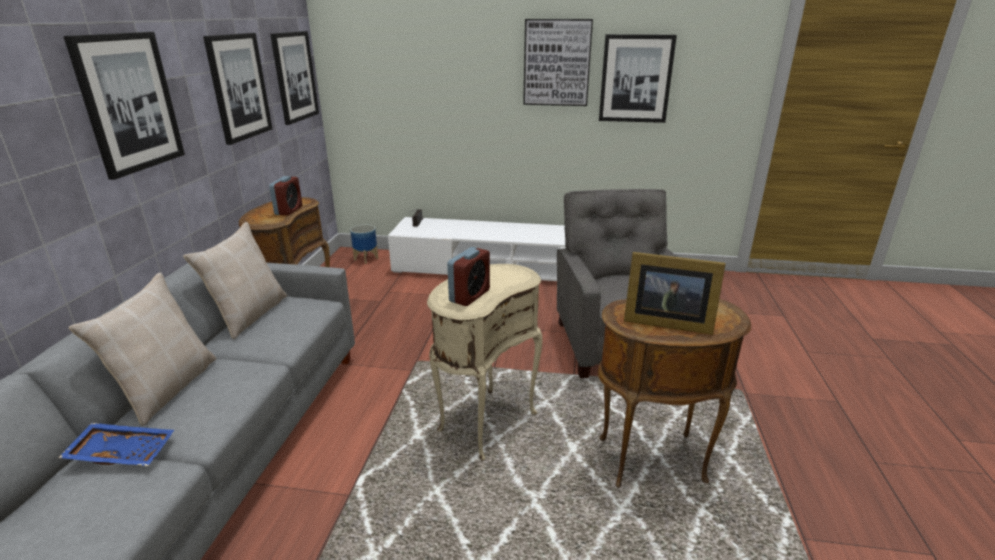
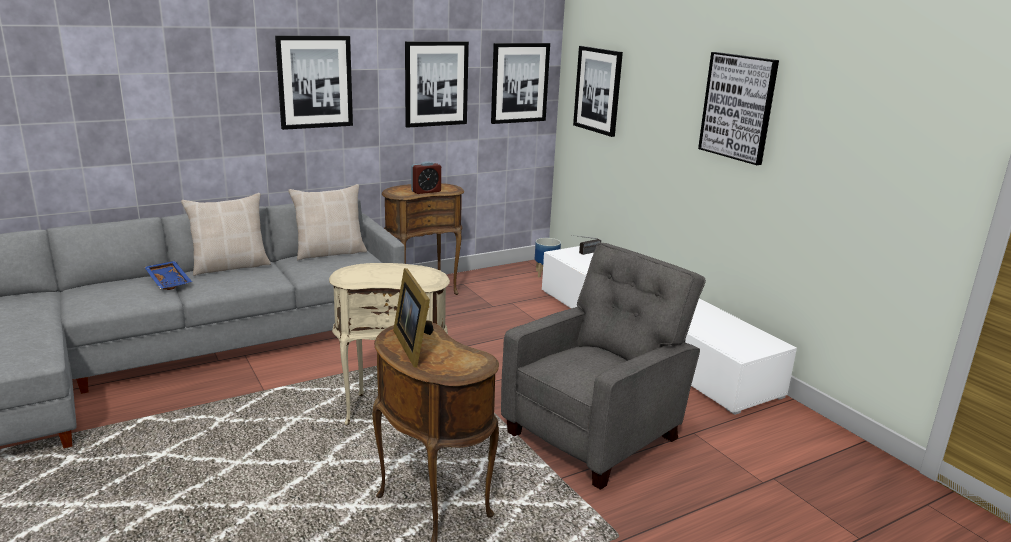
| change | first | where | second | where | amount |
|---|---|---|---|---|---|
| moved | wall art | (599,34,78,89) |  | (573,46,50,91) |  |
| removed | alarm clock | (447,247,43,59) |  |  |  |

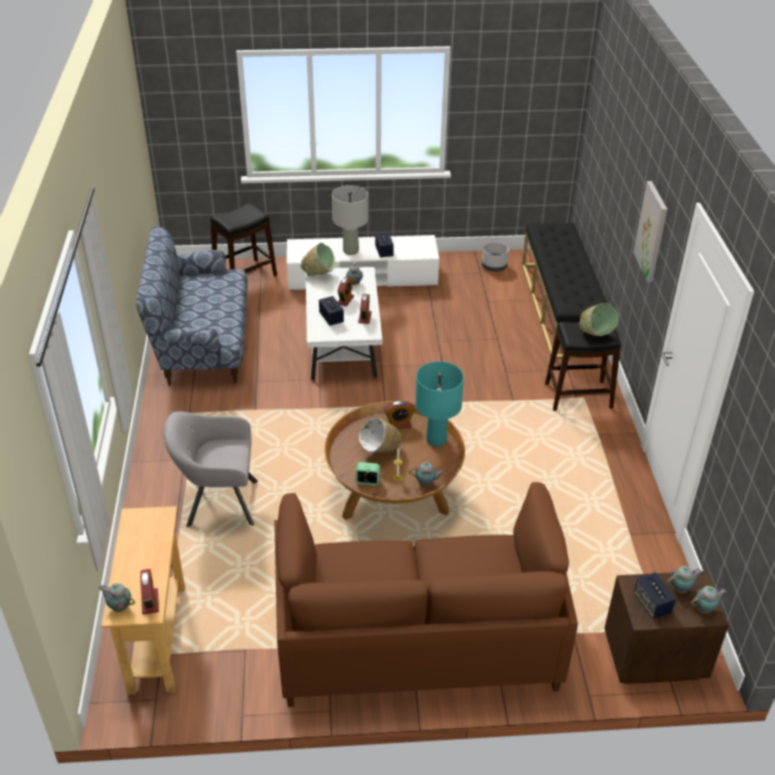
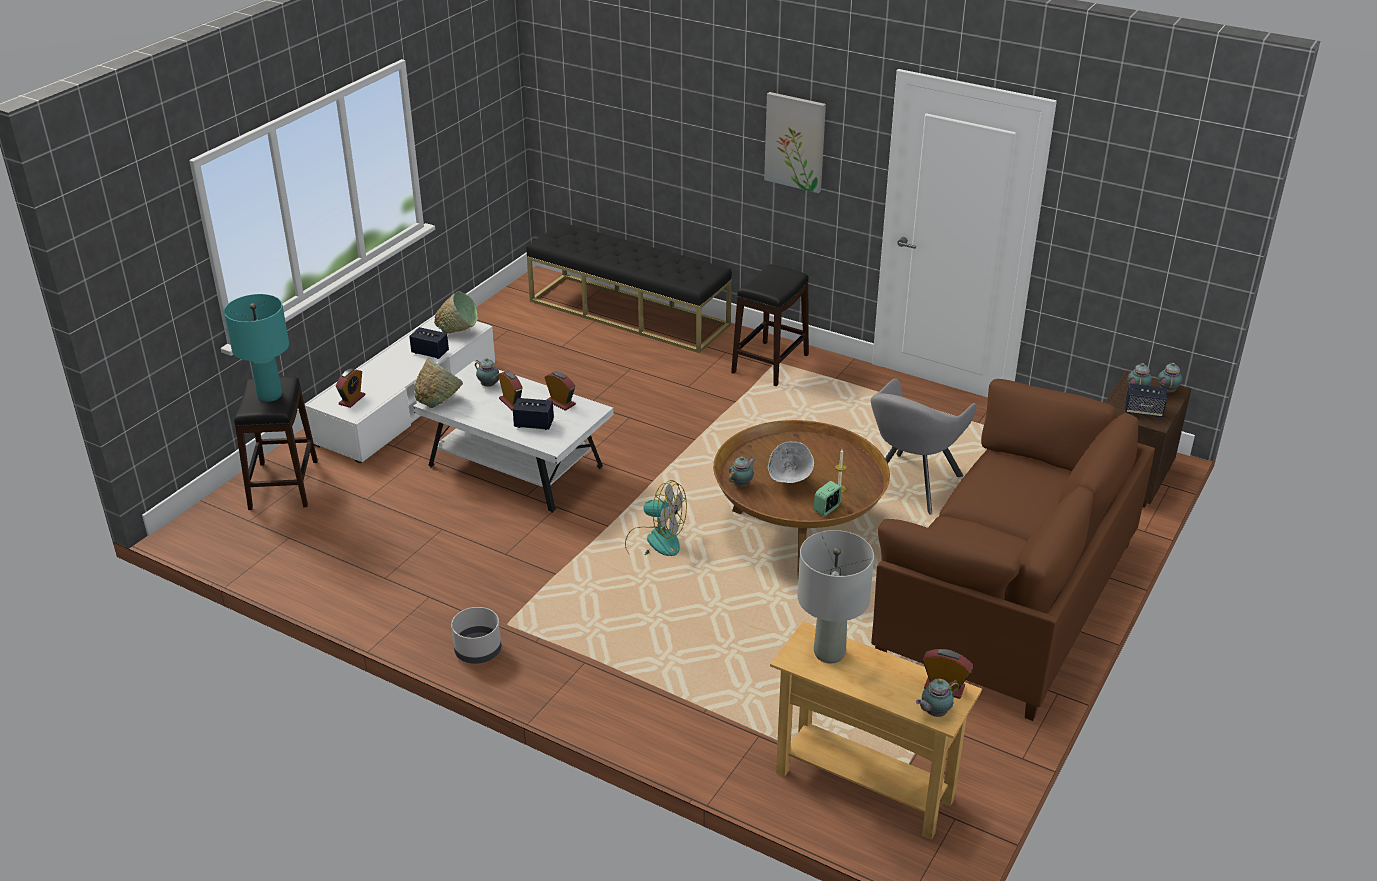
| change | first | where | second | where | amount |
|---|---|---|---|---|---|
| moved | lamp for a table in blue-green | (415,361,49,86) |  | (224,294,65,108) |  |
| moved | alarm clock | (384,401,31,28) |  | (336,368,29,40) |  |
| moved | serving bowl in greenish | (579,303,40,33) |  | (434,291,44,43) |  |
| moved | flower pot in greyish | (482,242,27,30) |  | (451,607,50,57) |  |
| added |  |  | electric fan | (625,480,62,76) |  |
| moved | pot for tea | (409,462,35,24) |  | (729,456,26,31) |  |
| moved | lamp for a table in greyish | (332,185,36,70) |  | (798,530,76,133) |  |
| moved | armchair in greyish | (164,411,94,116) |  | (871,378,106,137) |  |
| removed | couch | (136,227,112,159) |  |  |  |

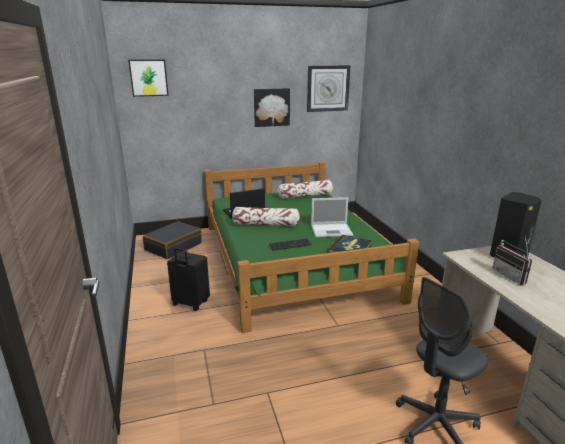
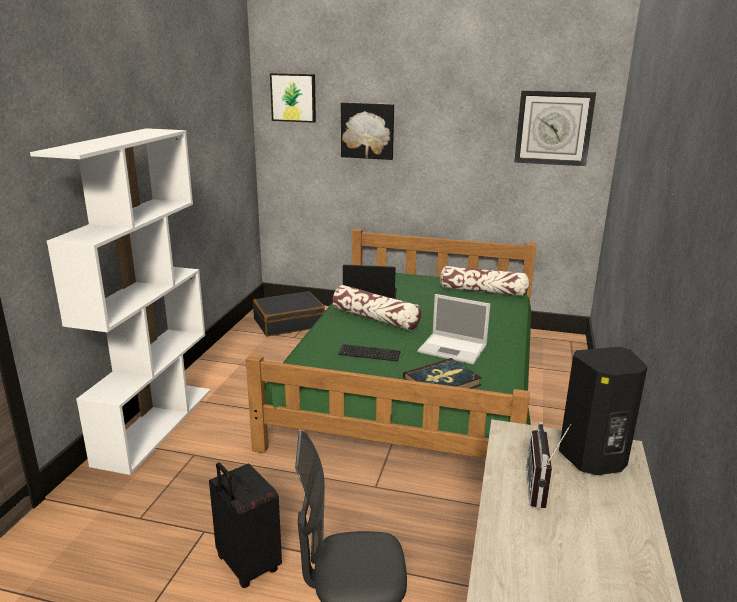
| change | first | where | second | where | amount |
|---|---|---|---|---|---|
| added |  |  | shelving unit in white-coloured | (30,128,181,347) |  |
| moved | suitcase in black | (167,248,43,63) |  | (209,462,73,126) |  |
| moved | wall art | (254,88,36,39) |  | (341,102,53,58) |  |

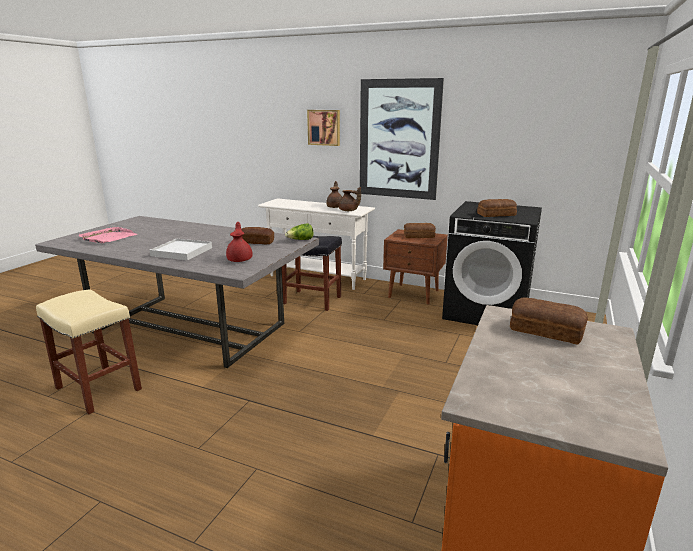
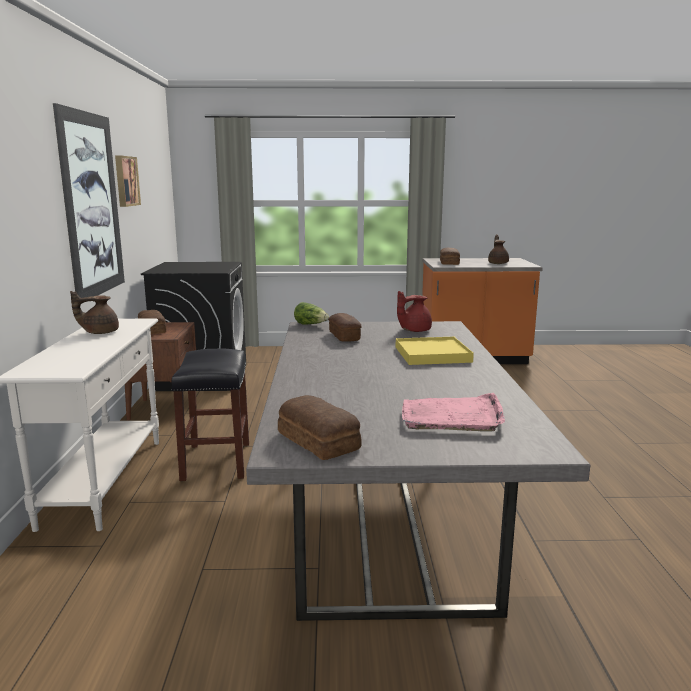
| change | first | where | second | where | amount |
|---|---|---|---|---|---|
| moved | wall art | (307,110,33,36) |  | (115,156,26,51) |  |
| moved | bread | (477,199,40,18) |  | (278,395,84,65) |  |
| recoloured | carrying tray in white-coloured | (150,239,62,21) | carrying tray in yellowish | (396,337,78,28) |  |
| moved | pot for tea in brownish | (339,187,22,24) |  | (488,235,21,29) |  |
| removed | stool seat in sand-coloured | (36,289,106,125) |  |  |  |

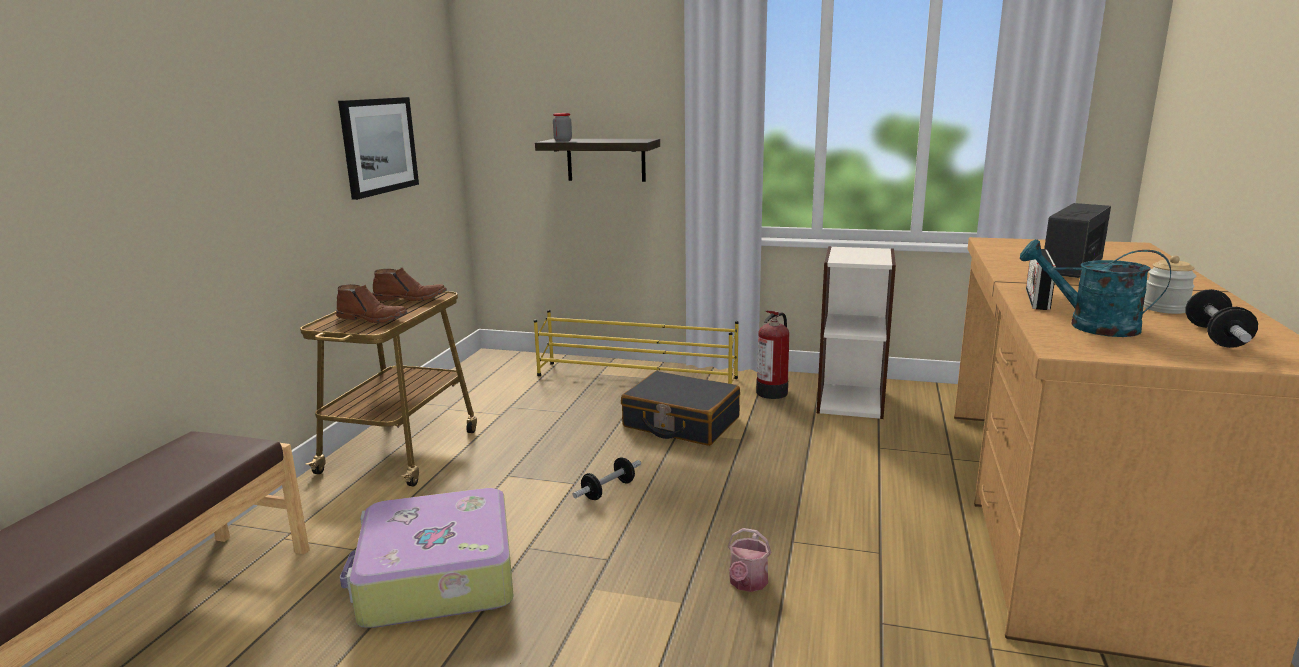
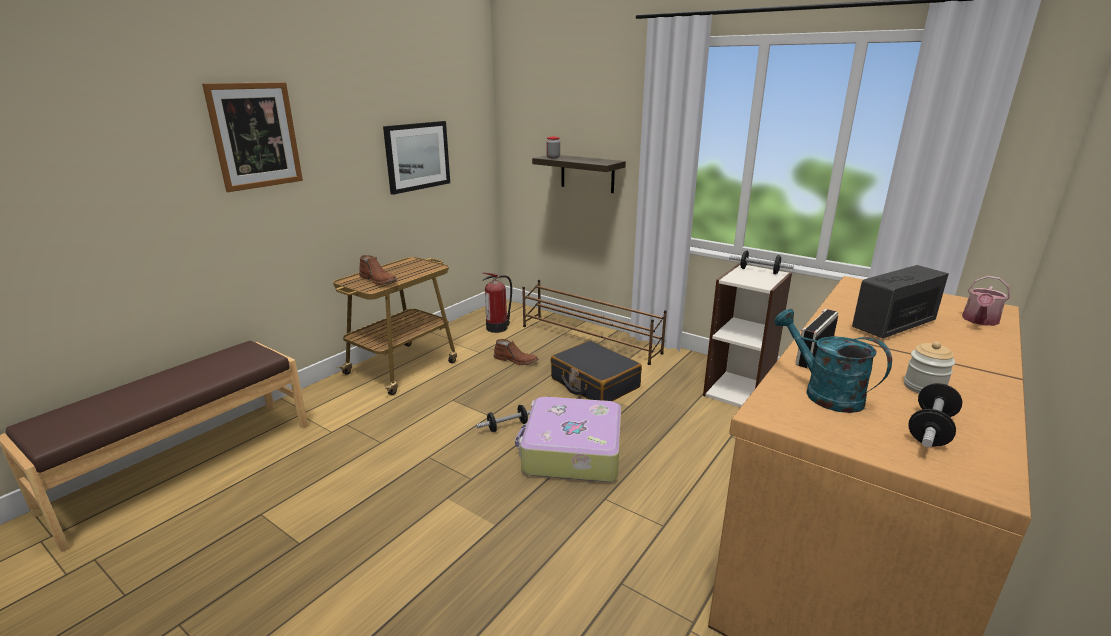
| change | first | where | second | where | amount |
|---|---|---|---|---|---|
| added |  |  | wall art | (202,82,101,110) |  |
| moved | fire extinguisher | (756,311,33,88) |  | (482,273,30,60) |  |
| moved | high-top boot in brownish | (372,267,75,34) |  | (494,339,44,26) |  |
| moved | suitcase | (340,488,174,140) |  | (515,397,106,85) |  |
| recoloured | shoe shelf in yellowish | (534,310,205,74) | shoe shelf in brownish | (522,280,145,85) |  |
| added |  |  | dumbbell | (729,250,65,24) |  |
| moved | watering can | (728,528,43,64) |  | (962,276,48,50) |  |

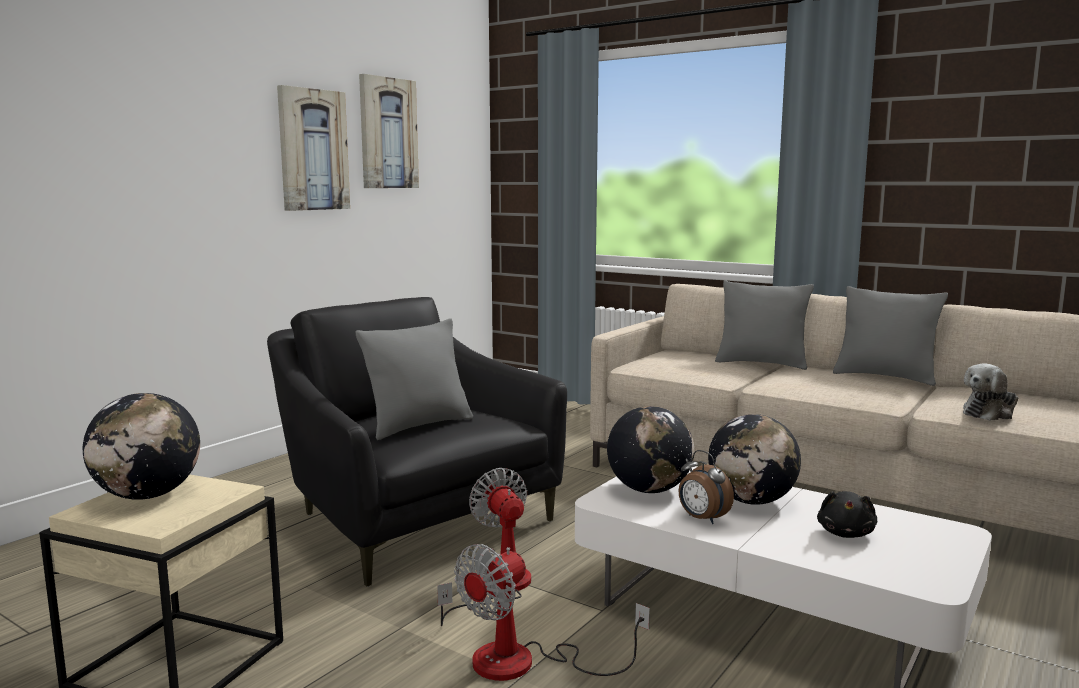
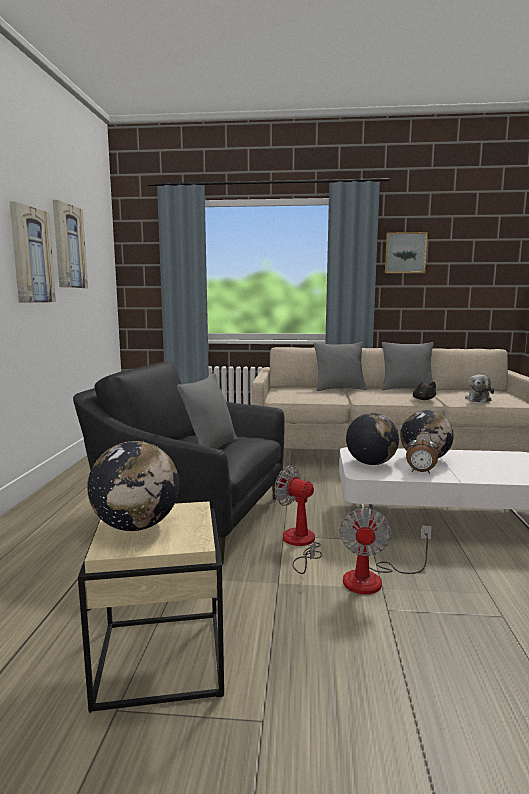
| change | first | where | second | where | amount |
|---|---|---|---|---|---|
| added |  |  | wall art | (385,232,43,41) |  |
| moved | cuddly toy in black | (817,491,60,47) |  | (413,382,23,18) |  |

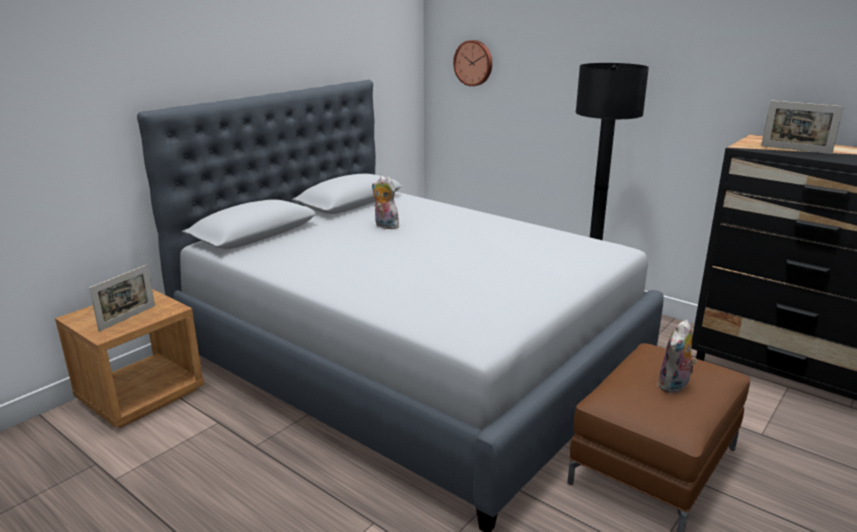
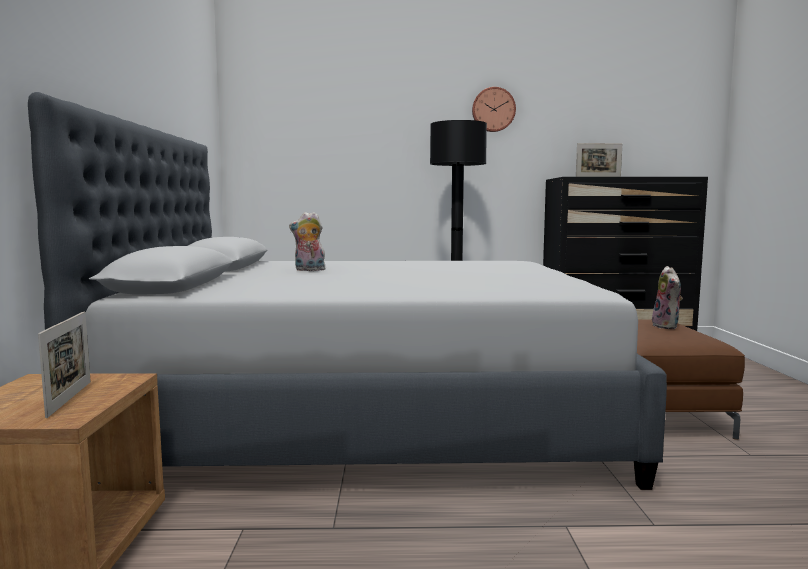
| change | first | where | second | where | amount |
|---|---|---|---|---|---|
| moved | wall clock | (453,40,39,46) |  | (472,87,44,45) |  |

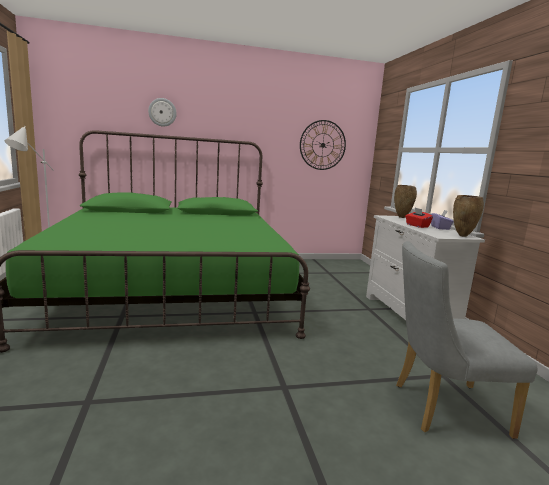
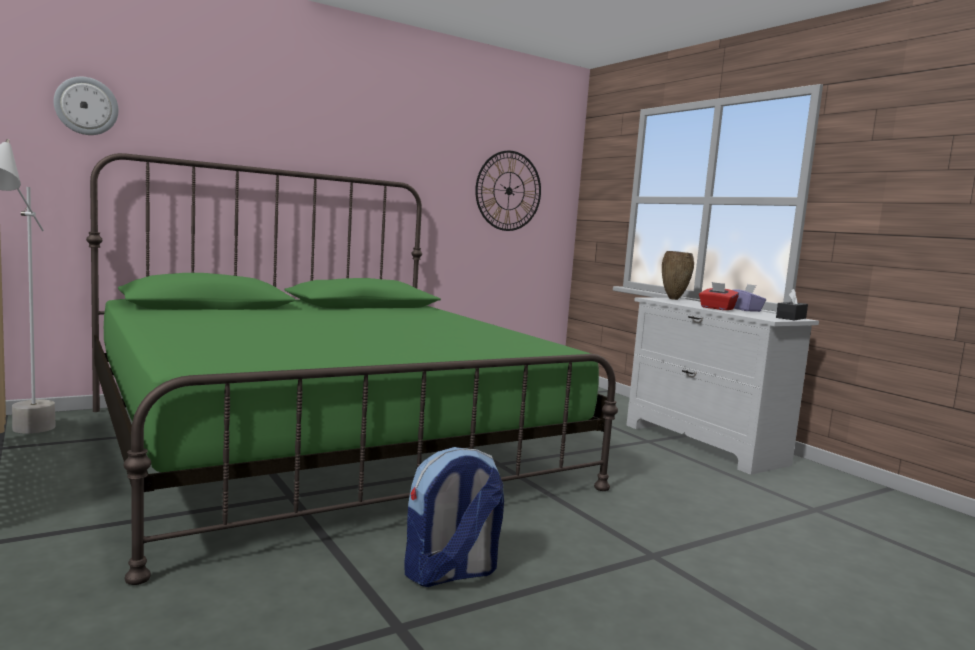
| change | first | where | second | where | amount |
|---|---|---|---|---|---|
| moved | wall clock | (148,98,29,29) |  | (54,77,65,58) |  |
| added |  |  | backpack | (404,447,100,140) |  |
| replaced | decorative vase in brownish | (453,195,31,42) | box of tissues in black | (776,289,32,31) |  |
| removed | chair in greyish | (396,241,142,198) |  |  |  |

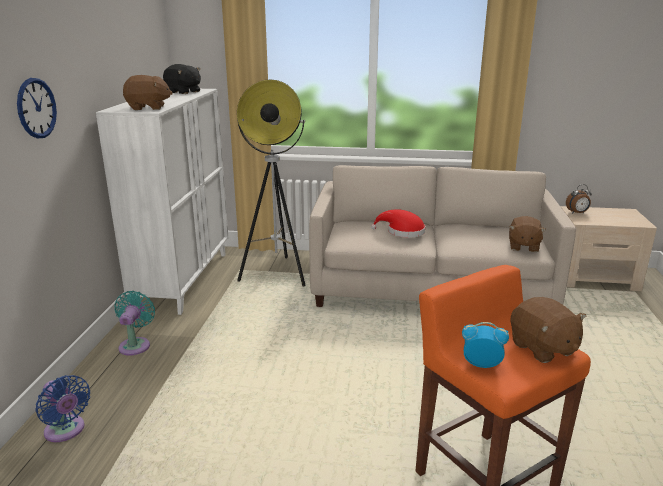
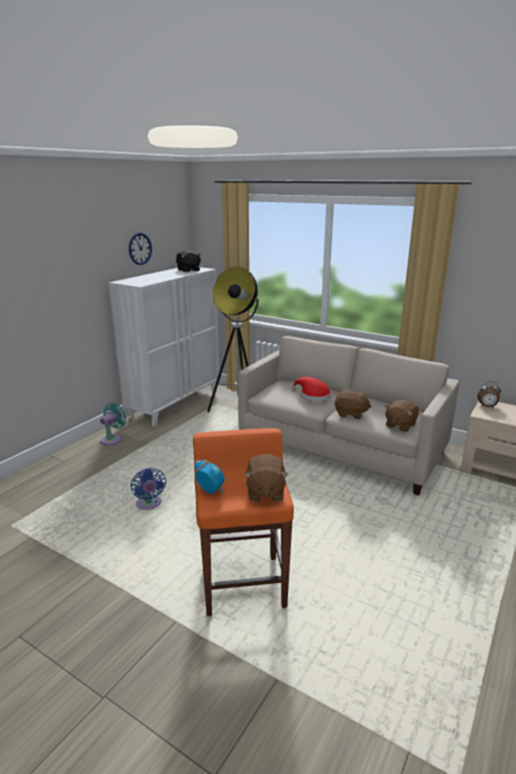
| change | first | where | second | where | amount |
|---|---|---|---|---|---|
| moved | wall clock | (17,78,40,60) |  | (129,233,23,32) |  |
| moved | electric fan in bluish | (35,375,55,67) |  | (131,468,35,42) |  |
| moved | cuddly toy in brownish | (123,75,50,35) |  | (334,390,38,29) |  |

